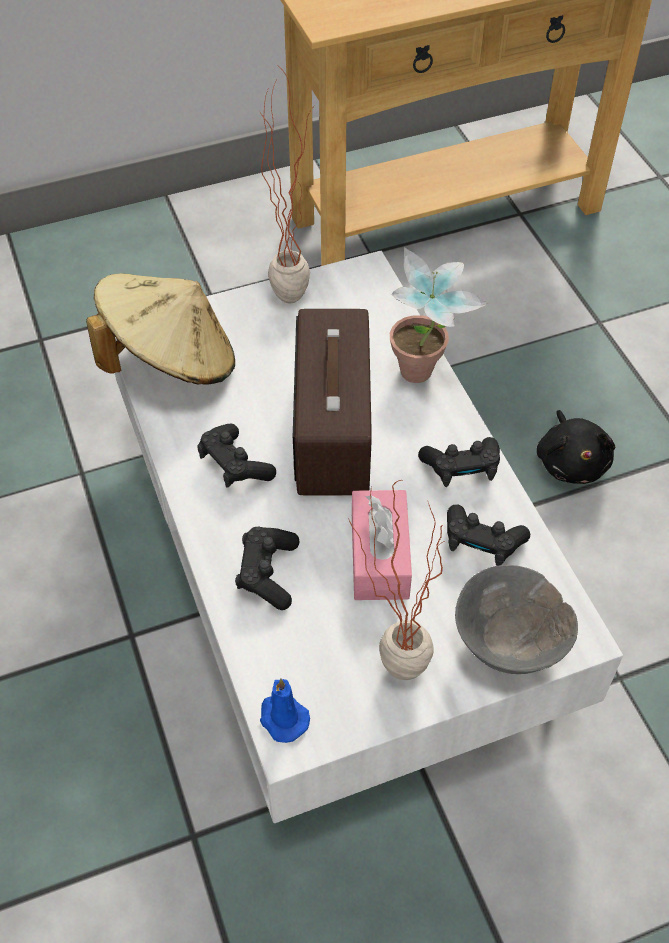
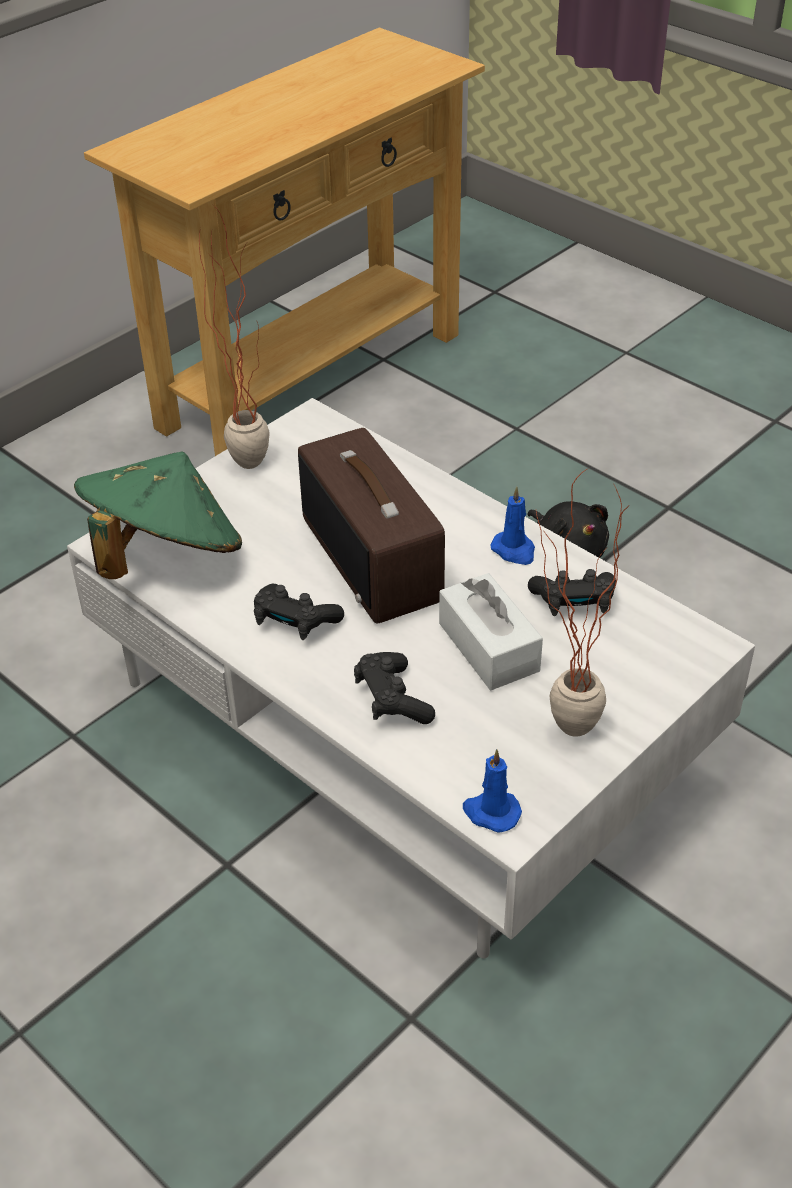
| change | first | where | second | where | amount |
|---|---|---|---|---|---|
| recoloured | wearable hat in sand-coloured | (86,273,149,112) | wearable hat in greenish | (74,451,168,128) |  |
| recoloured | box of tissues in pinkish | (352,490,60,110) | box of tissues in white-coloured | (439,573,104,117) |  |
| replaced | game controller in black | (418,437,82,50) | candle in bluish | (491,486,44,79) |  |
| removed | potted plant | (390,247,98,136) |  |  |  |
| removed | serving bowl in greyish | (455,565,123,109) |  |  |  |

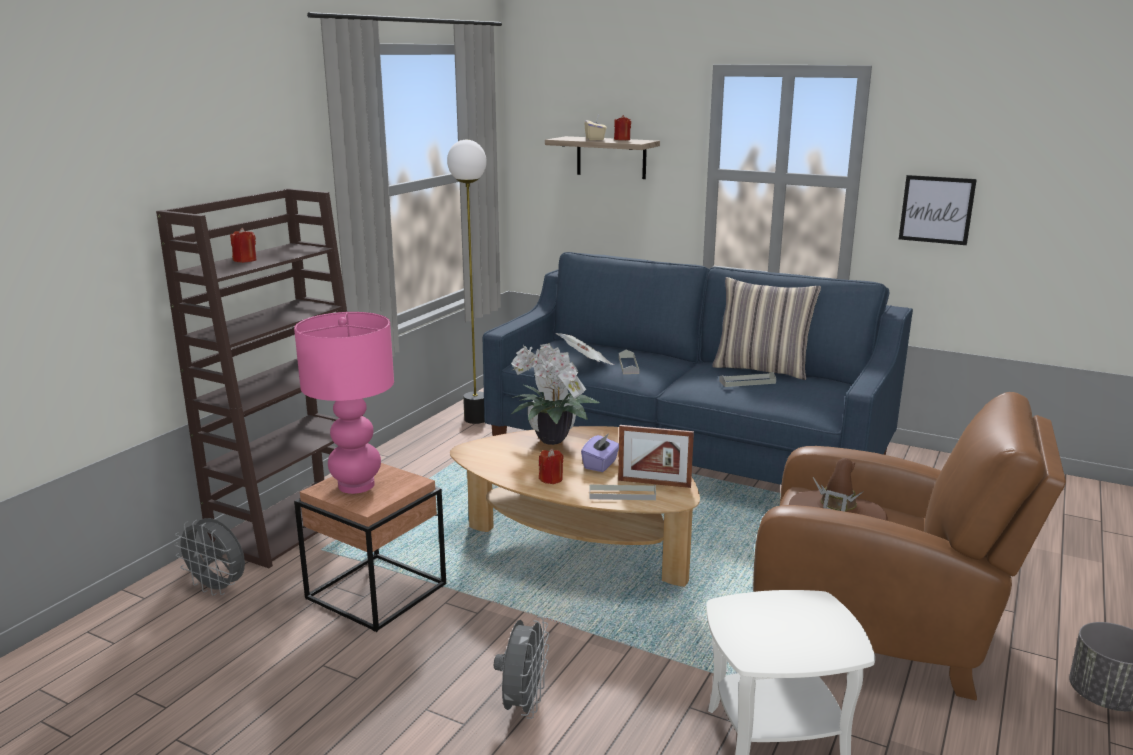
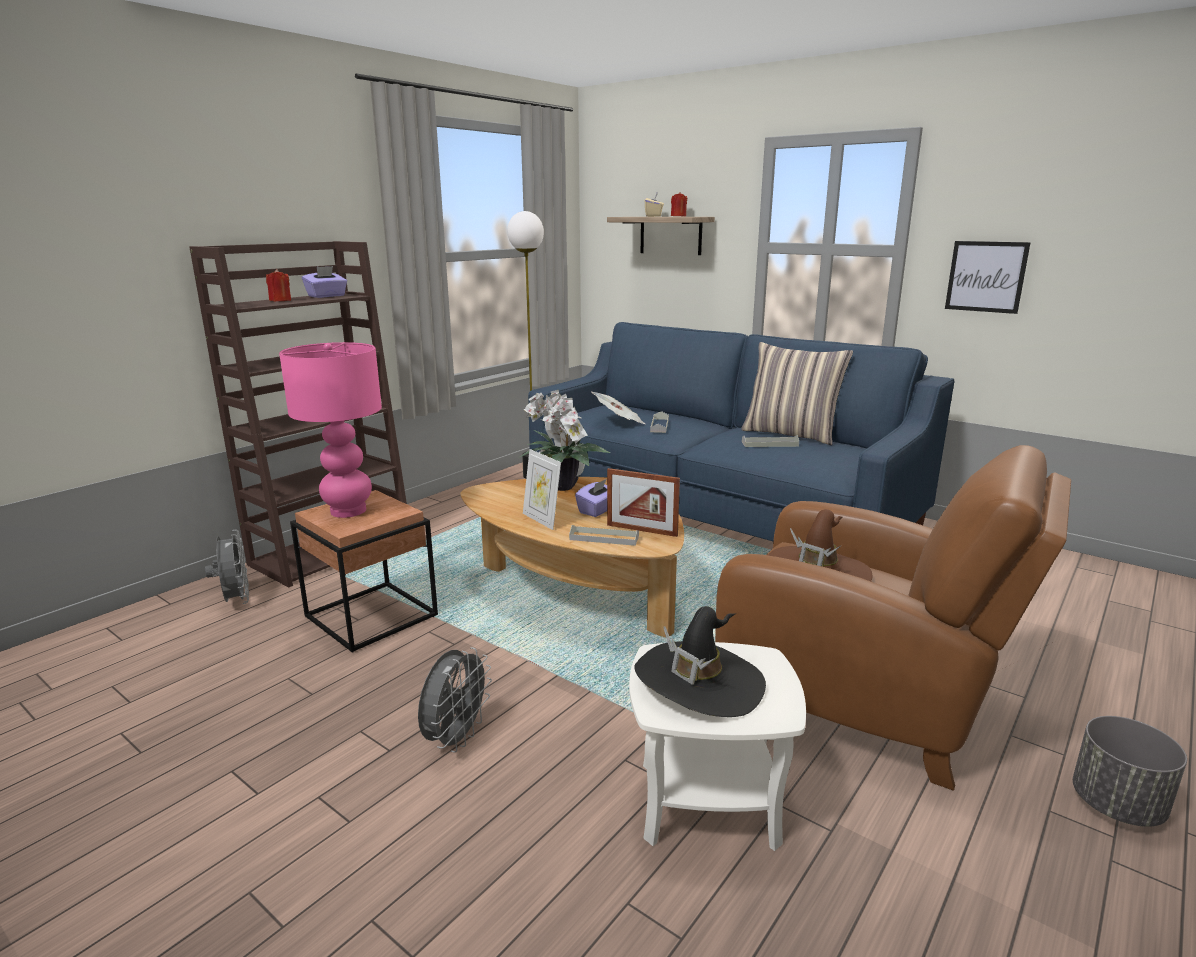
| change | first | where | second | where | amount |
|---|---|---|---|---|---|
| turned | electric fan in greyish | (174,518,71,78) |  | (205,530,44,74) | 150 degrees counterclockwise |
| added |  |  | box of tissues in purplish | (302,266,45,32) |  |
| replaced | candle in red-coloured | (539,448,25,36) | photo frame | (523,449,38,81) |  |
| added |  |  | wearable hat in black | (634,606,132,111) |  |

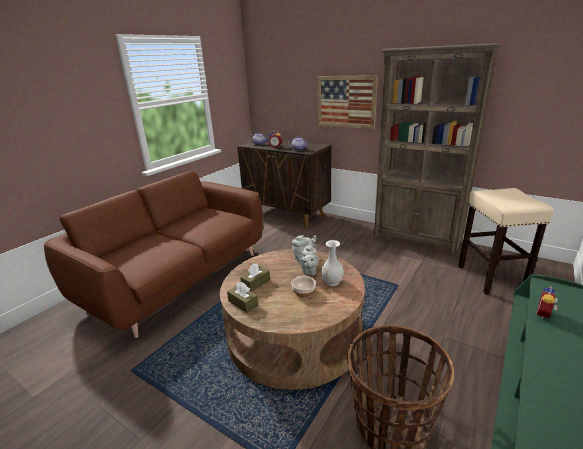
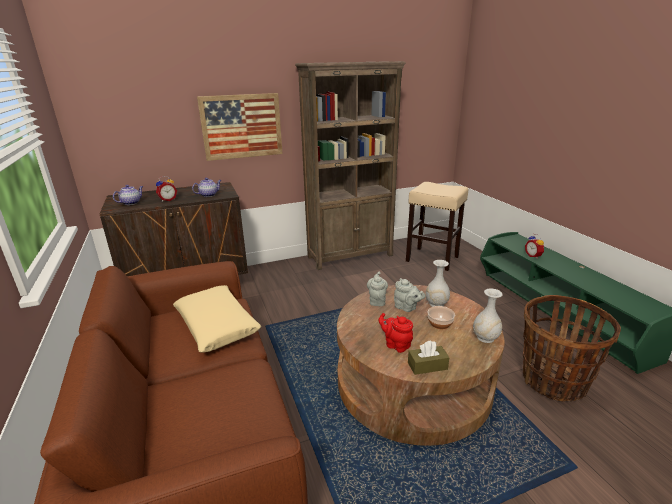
| change | first | where | second | where | amount |
|---|---|---|---|---|---|
| added |  |  | cushion in sand-coloured | (173,285,88,68) |  |
| replaced | box of tissues in brownish | (240,263,30,29) | pot for tea in red-coloured | (378,313,35,40) |  |
| added |  |  | decorative vase in white-coloured | (473,288,30,55) |  |

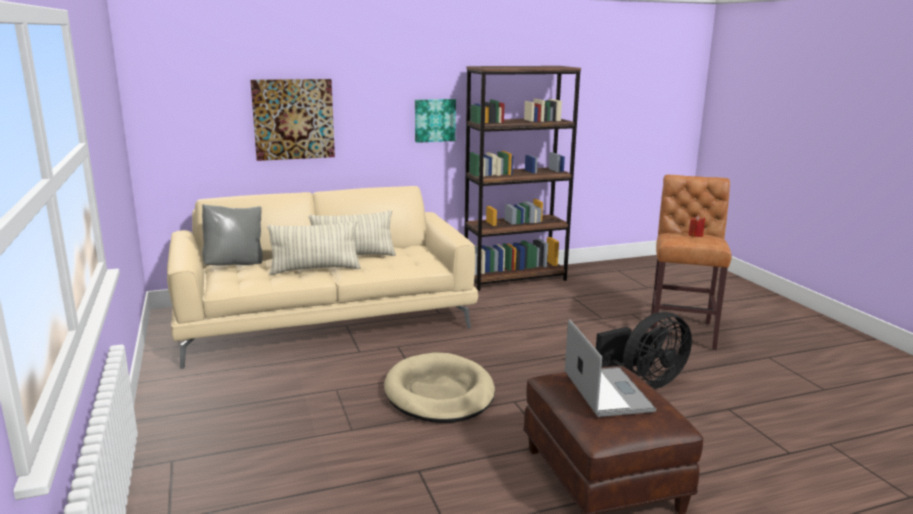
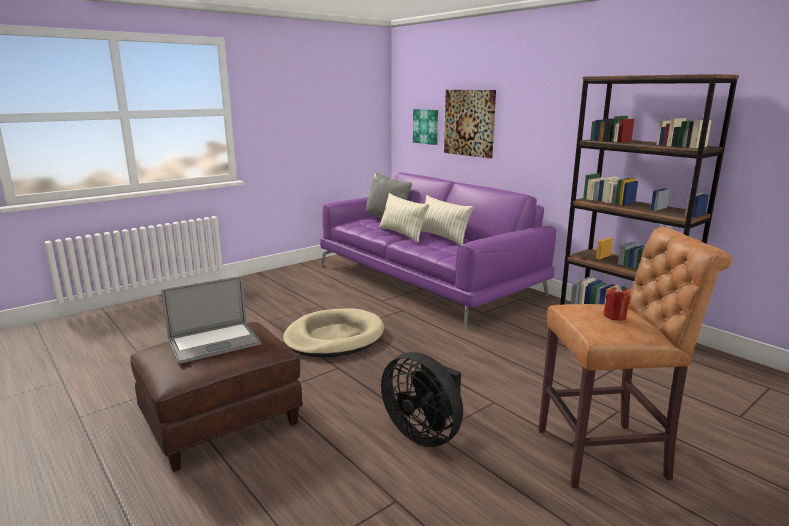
| change | first | where | second | where | amount |
|---|---|---|---|---|---|
| recoloured | couch in sand-coloured | (167,186,311,183) | couch in purplish | (320,172,237,157) |  |
| moved | wall art | (415,99,41,44) |  | (413,109,25,36) |  |

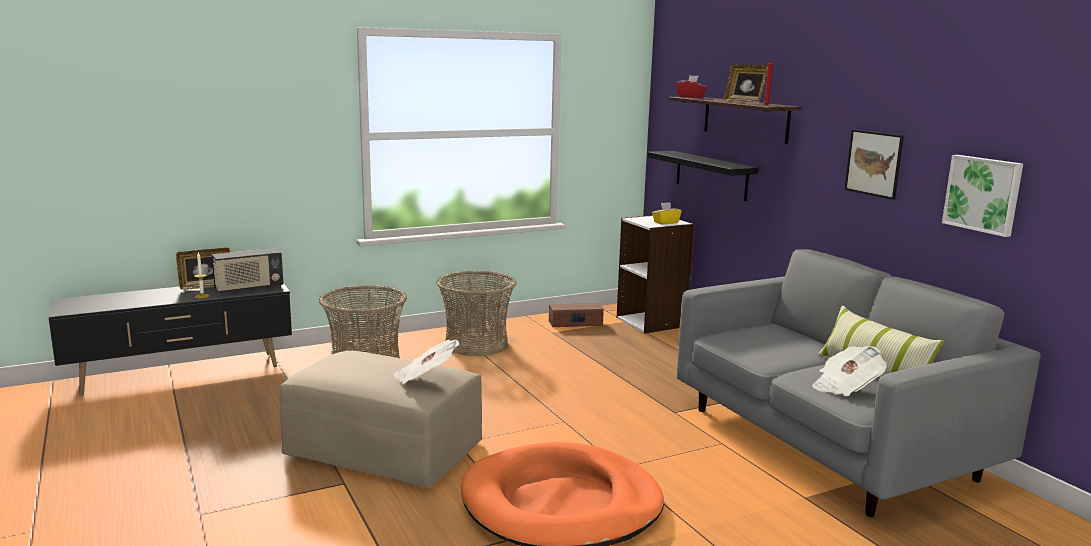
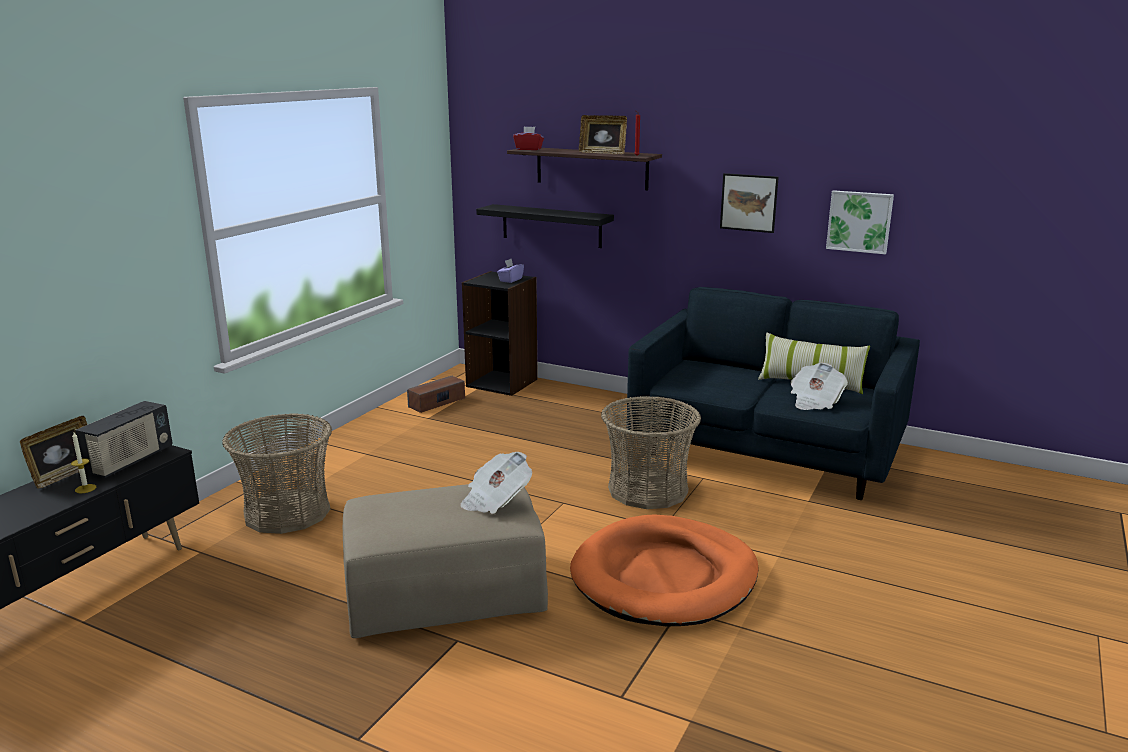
| change | first | where | second | where | amount |
|---|---|---|---|---|---|
| recoloured | shelving unit in white-coloured | (617,215,77,118) | shelving unit in black | (462,271,76,125) |  |
| recoloured | box of tissues in yellowish | (652,202,30,22) | box of tissues in purplish | (497,259,27,24) |  |
| moved | household basket | (437,271,79,85) |  | (601,396,100,113) |  |
| recoloured | couch in greyish | (677,249,364,268) | couch in bluish | (626,287,294,213) |  |

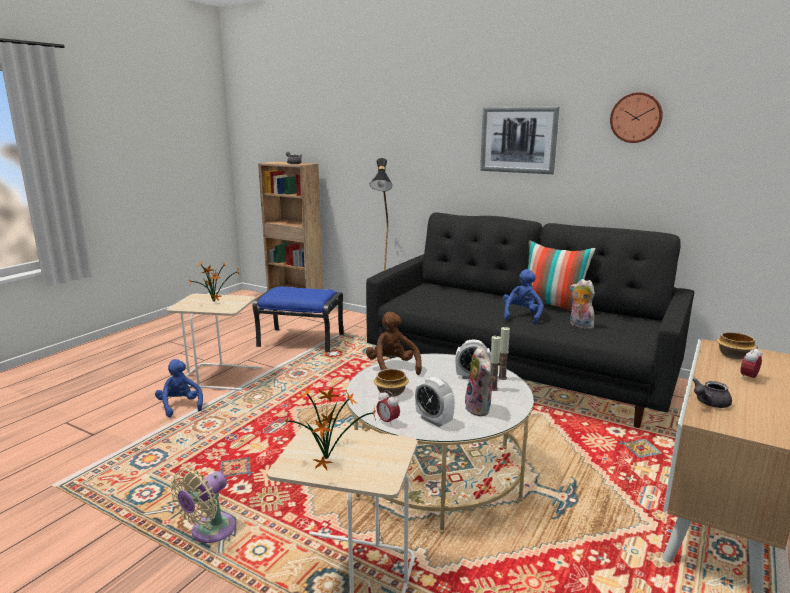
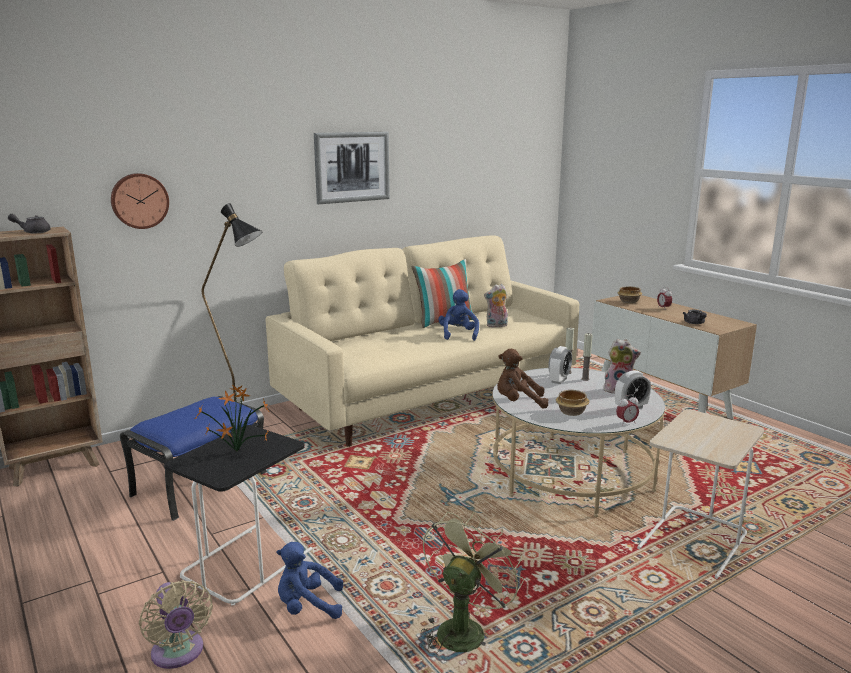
| change | first | where | second | where | amount |
|---|---|---|---|---|---|
| moved | wall clock | (610,92,53,51) |  | (111,173,58,56) |  |
| moved | electric fan in sand-coloured | (170,468,66,75) |  | (139,580,74,89) |  |
| recoloured | end table in sand-coloured | (167,294,95,97) | end table in black | (164,425,149,181) |  |
| recoloured | couch in black | (366,213,328,215) | couch in sand-coloured | (265,235,314,212) |  |
| added |  |  | electric fan in greenish | (421,512,103,143) |  |
| turned | cuddly toy in bluish | (503,269,40,55) |  | (438,289,41,52) | 45 degrees clockwise |
| removed | potted plant | (285,386,91,84) |  |  |  |

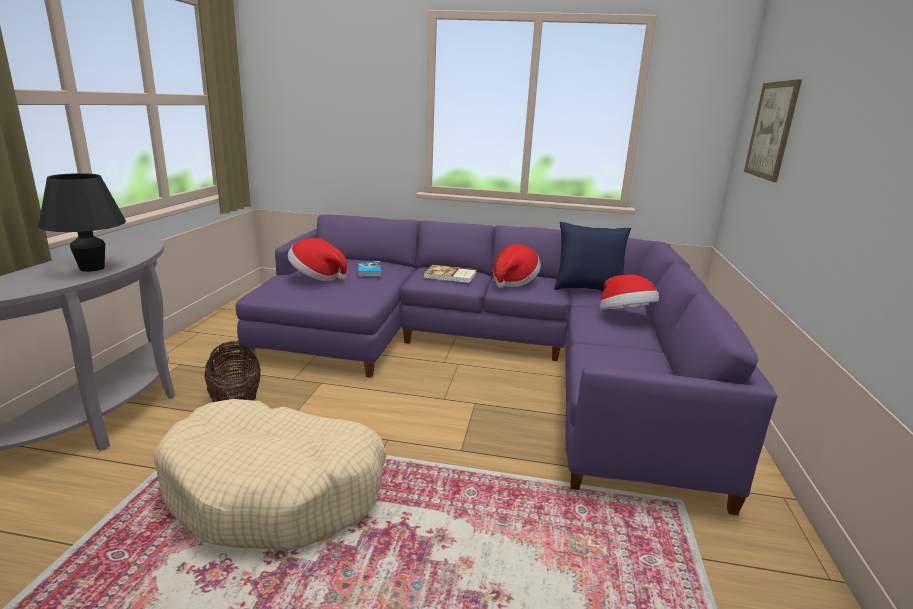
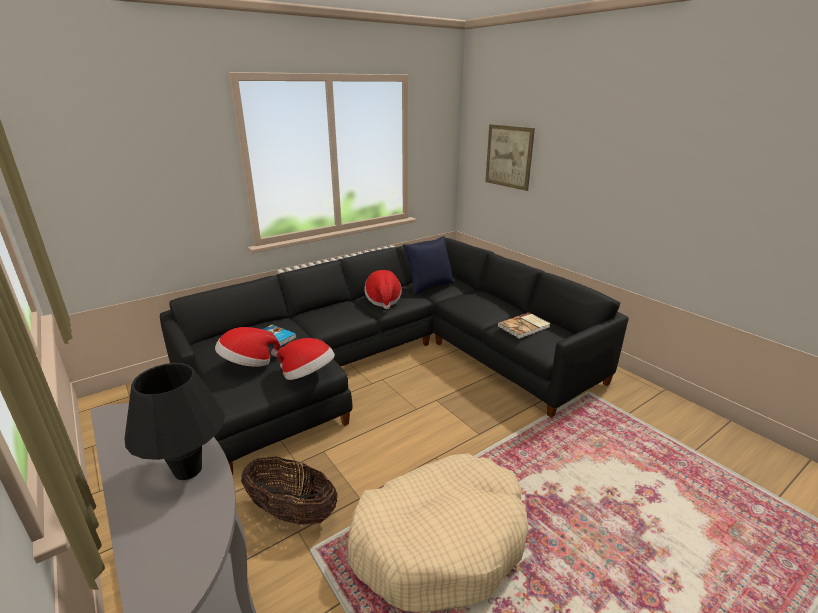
| change | first | where | second | where | amount |
|---|---|---|---|---|---|
| recoloured | couch in purplish | (236,214,541,301) | couch in black | (160,238,469,237) |  |
| moved | wearable hat | (600,275,59,35) |  | (277,338,58,42) |  |
| moved | bound book | (423,265,54,18) |  | (497,313,54,26) |  |

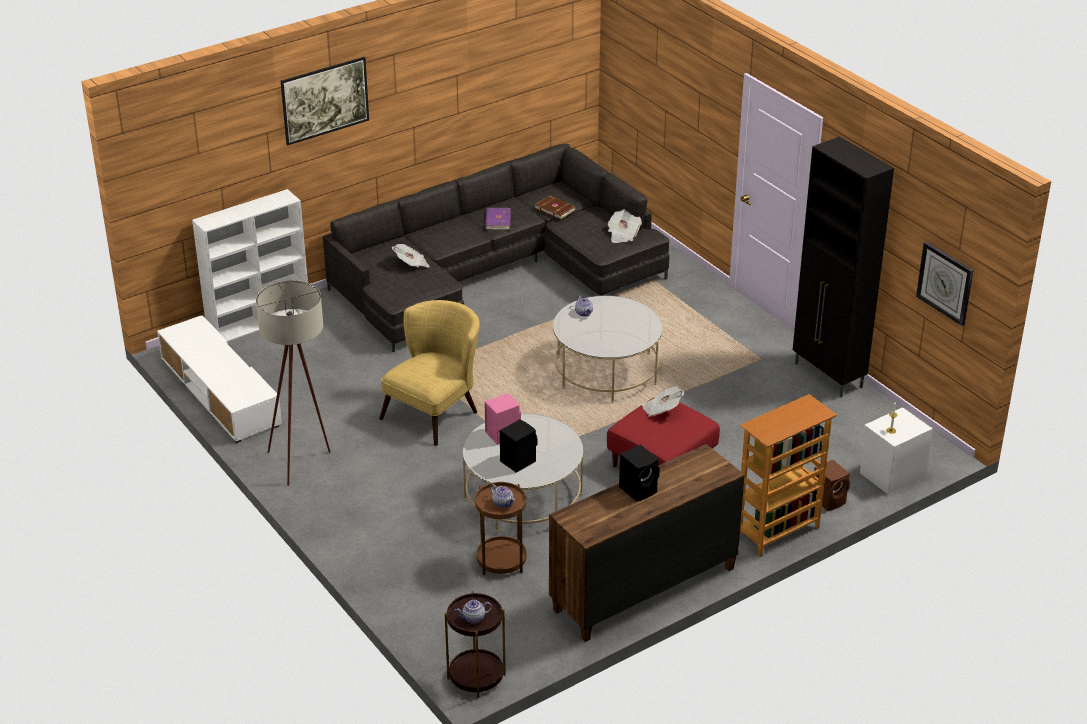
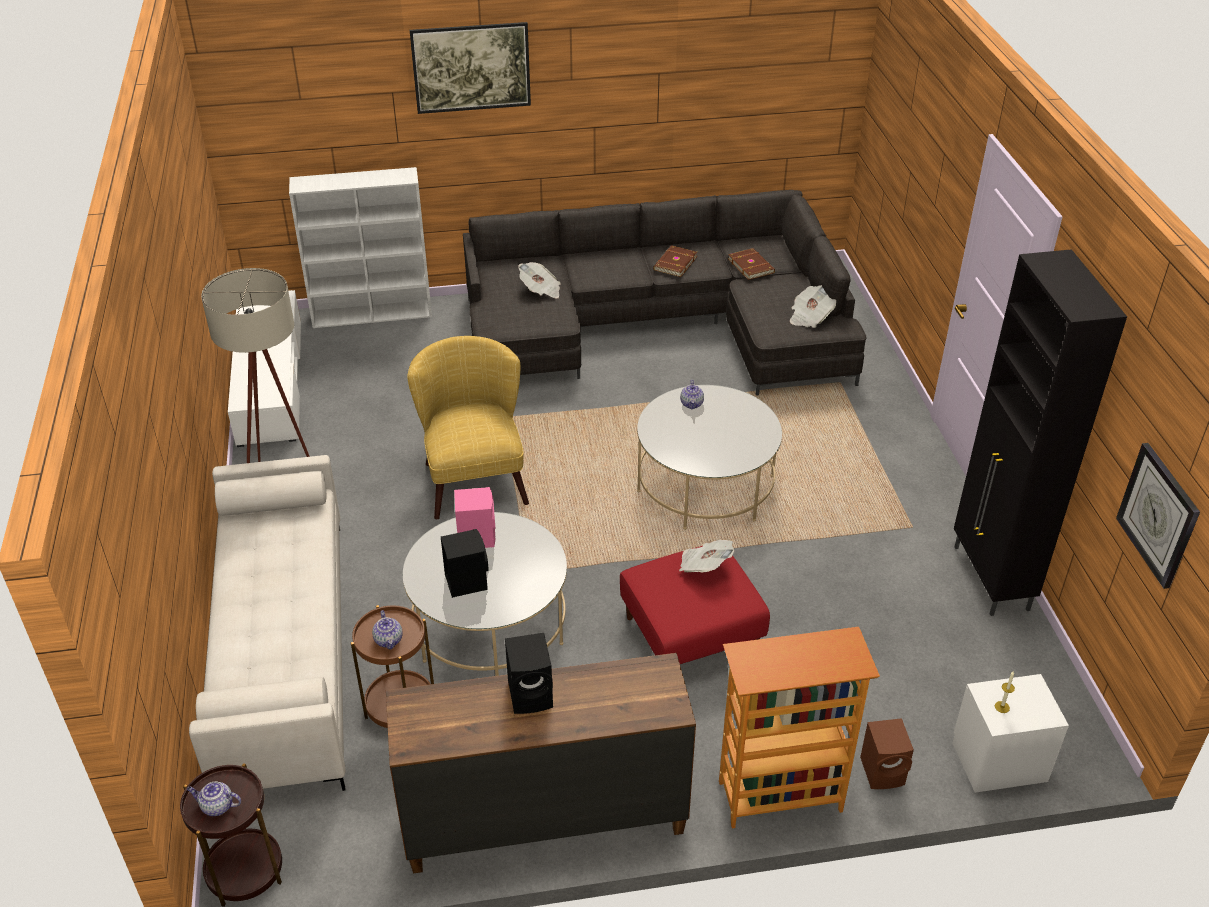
| change | first | where | second | where | amount |
|---|---|---|---|---|---|
| added |  |  | couch in white-coloured | (189,455,157,336) |  |
| turned | armchair in yellowish | (379,300,101,146) |  | (407,336,122,183) | 75 degrees counterclockwise |
| recoloured | bound book in purplish | (485,208,26,22) | bound book in brownish | (653,245,44,32) |  |

